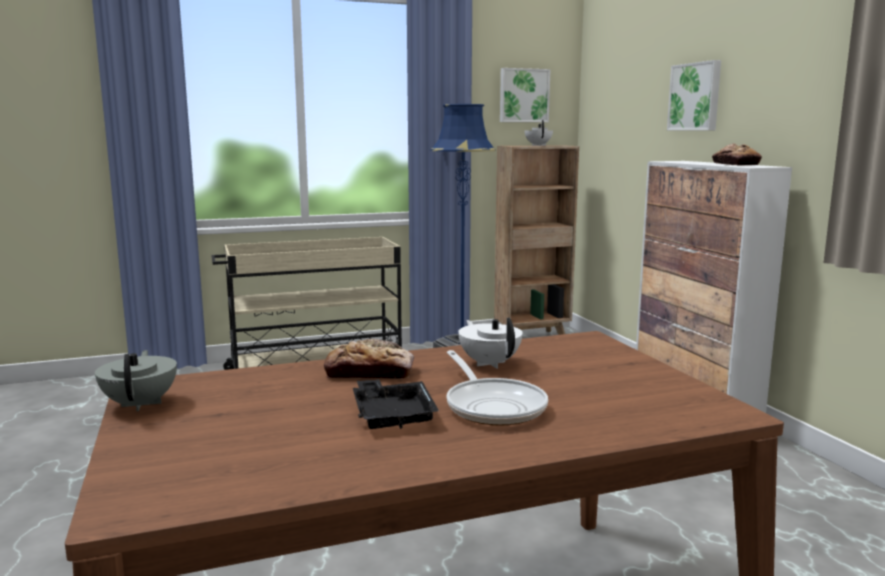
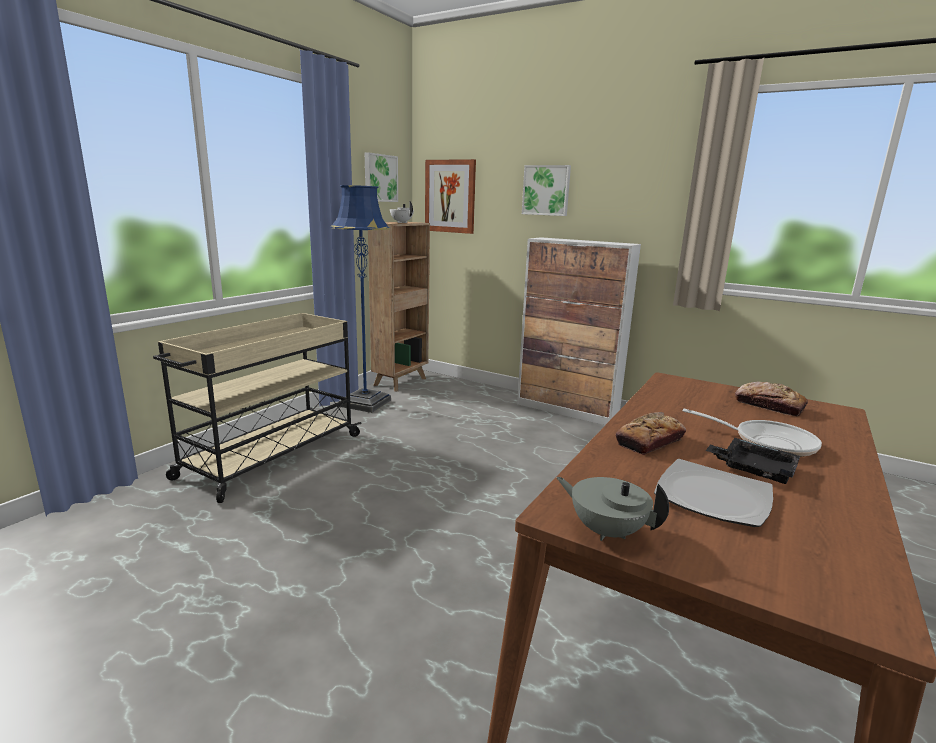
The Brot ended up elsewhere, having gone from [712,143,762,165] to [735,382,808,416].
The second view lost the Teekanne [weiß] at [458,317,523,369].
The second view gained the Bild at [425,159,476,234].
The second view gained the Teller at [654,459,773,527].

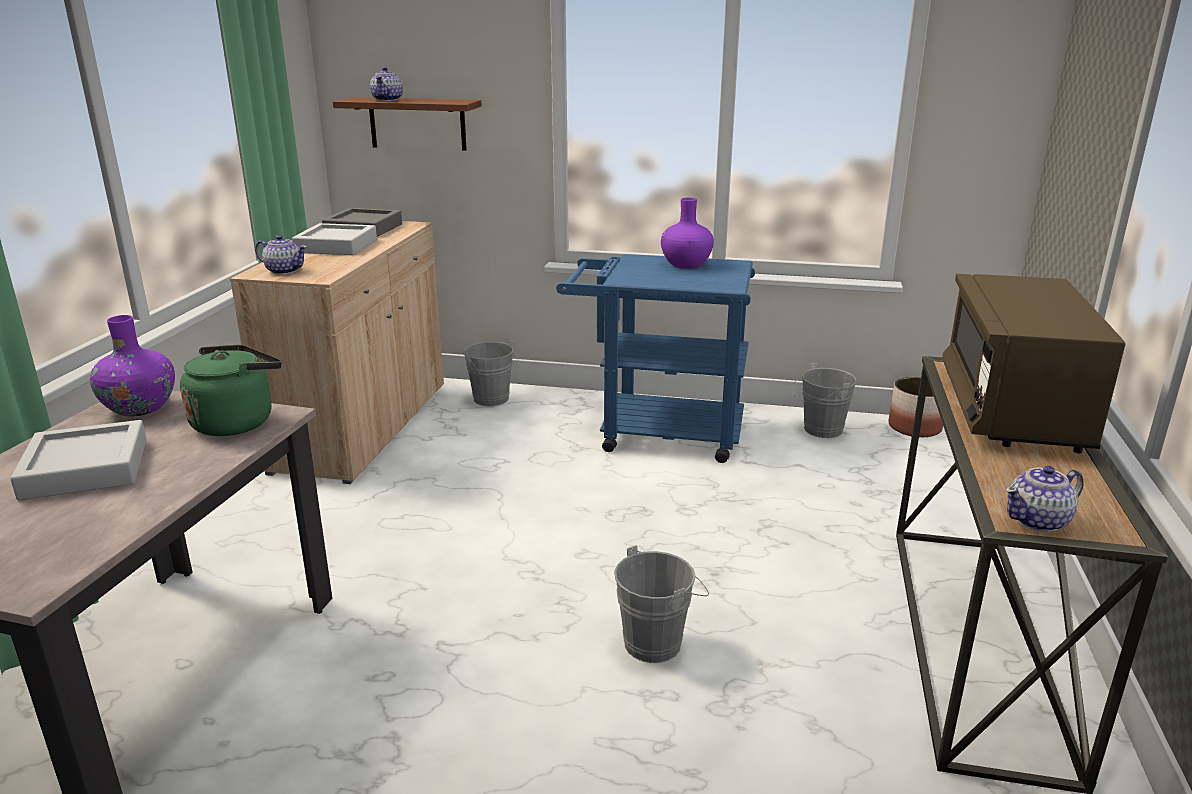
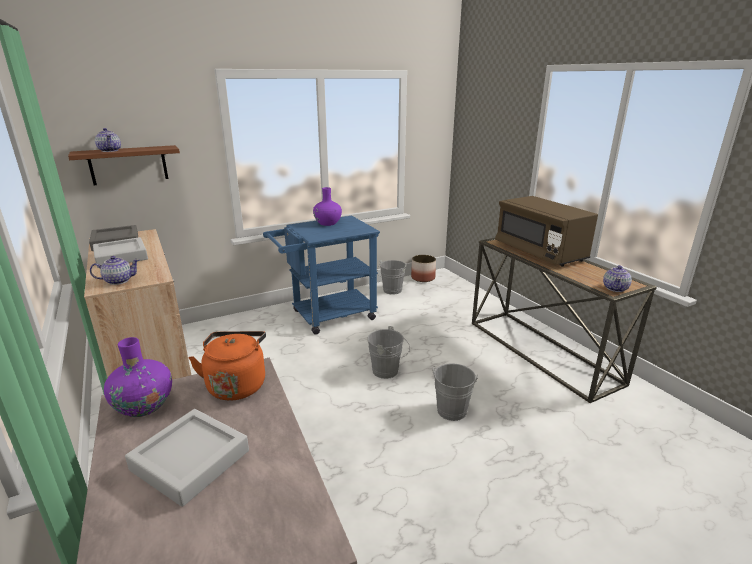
The Eimer [grau] ended up elsewhere, having gone from [463,340,519,406] to [367,326,410,379].
What was the Wasserkessel [grün] at [180,345,282,436] turned into the Wasserkessel [orange] at [189,331,266,400].

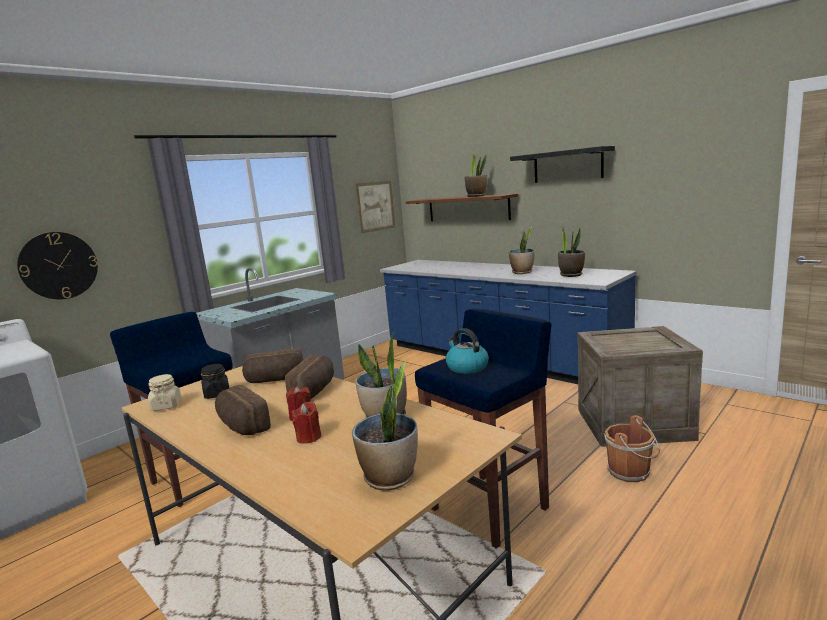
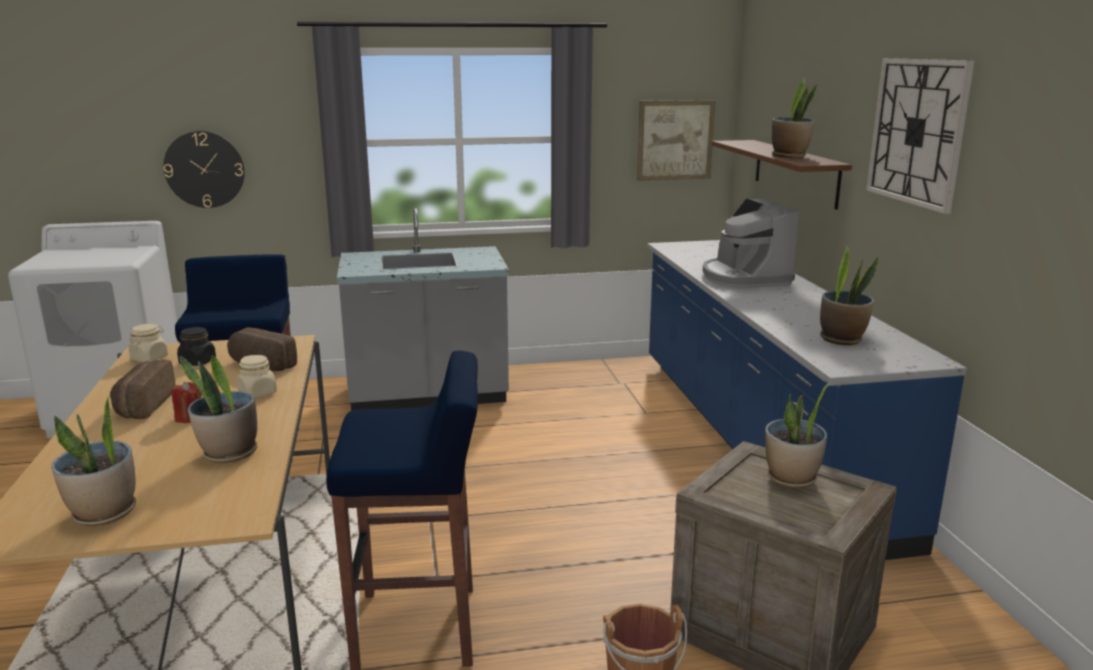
Where the Wandregal [schwarz] hung at [510,146,615,183], the Wanduhr came to hang at [866,58,975,214].
The Topfpflanze ended up elsewhere, having gone from [509,226,534,274] to [765,383,831,488].
The second view lost the Wasserkessel at [446,328,489,374].
Where the Brot stood at [285,355,334,399], the Vorratsglas [beige] came to stand at [237,355,277,398].
The second view lost the Kerze [rot] at [292,402,321,444].
The second view gained the Kaffeemaschine at [702,198,799,289].

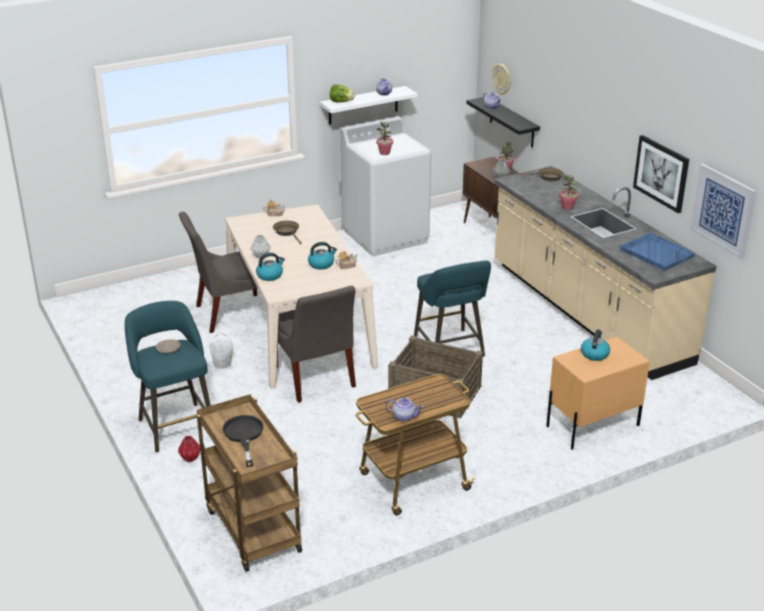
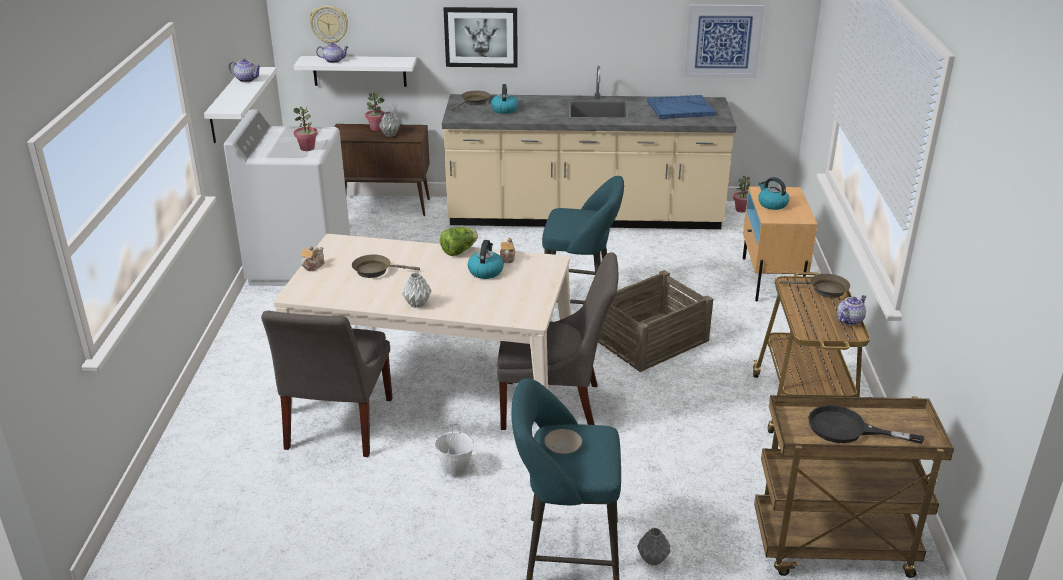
The Salatkopf ended up elsewhere, having gone from [330,84,355,102] to [440,227,478,256].
What was the Wandregal [schwarz] at [466,97,540,148] turned into the Wandregal [weiß] at [294,56,417,87].
The Bild ended up elsewhere, having gone from [633,135,689,213] to [443,7,518,68].
The Topfpflanze ended up elsewhere, having gone from [559,175,578,210] to [733,176,753,212].
The Wasserkessel ended up elsewhere, having gone from [256,253,285,281] to [491,84,518,114].
What was the Vase [rot] at [178,436,200,462] turned into the Vase [grau] at [637,528,671,566].
The second view gained the Pfanne [braun] at [779,274,850,298].

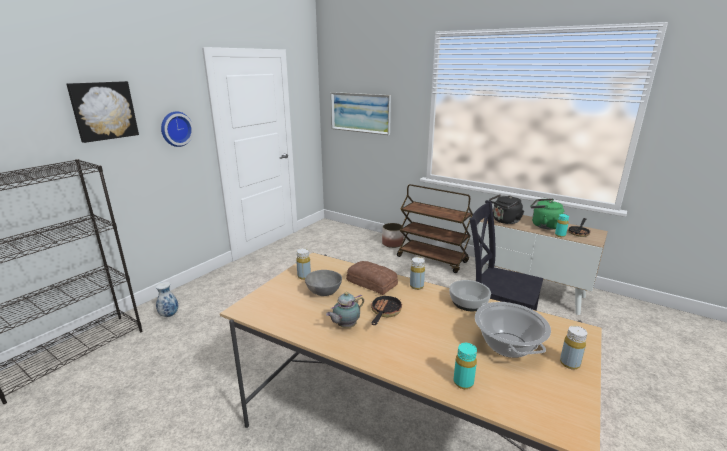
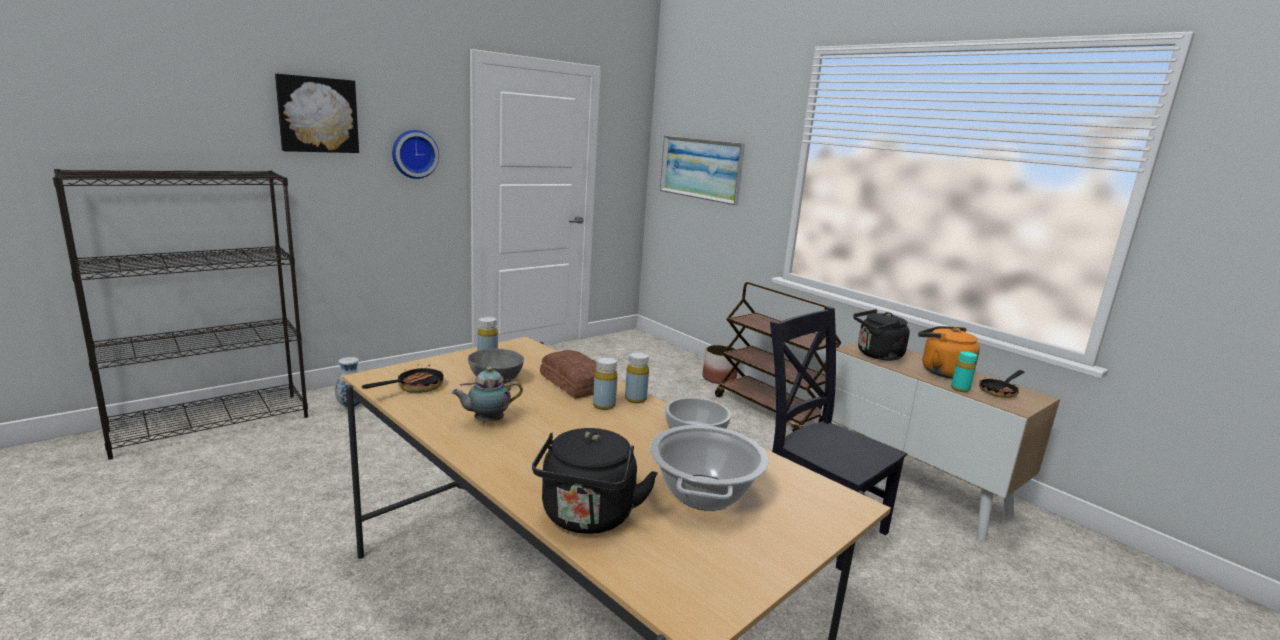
What was the Wasserkessel [grün] at [531,199,564,230] turned into the Wasserkessel [orange] at [918,326,980,379].
The Pfanne ended up elsewhere, having gone from [371,293,402,325] to [362,359,444,393].
The Flasche [gelb] ended up elsewhere, having gone from [560,326,587,370] to [593,357,618,410].
Where the Flasche [türkis] stood at [454,343,477,389], the Wasserkessel [schwarz] came to stand at [532,428,658,534].

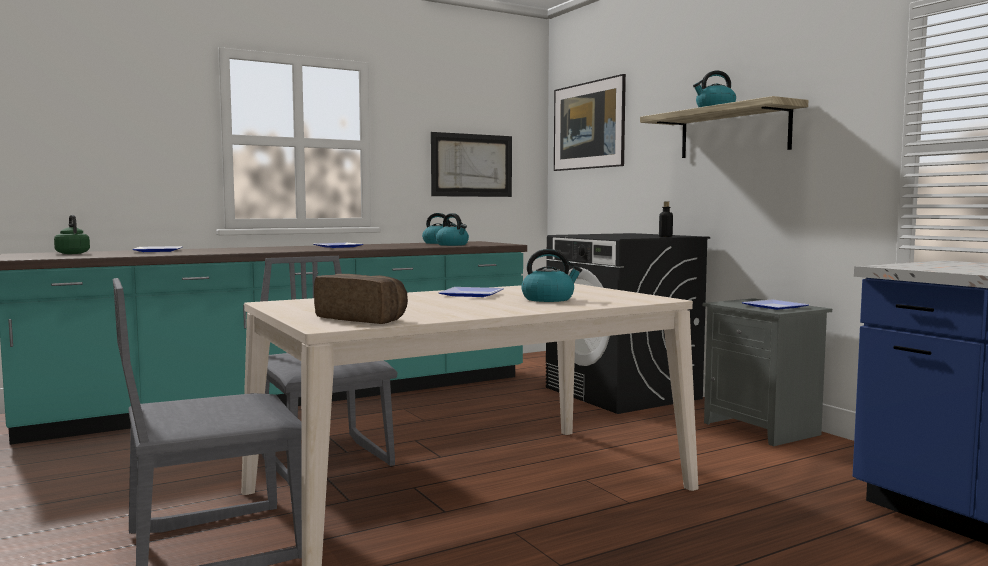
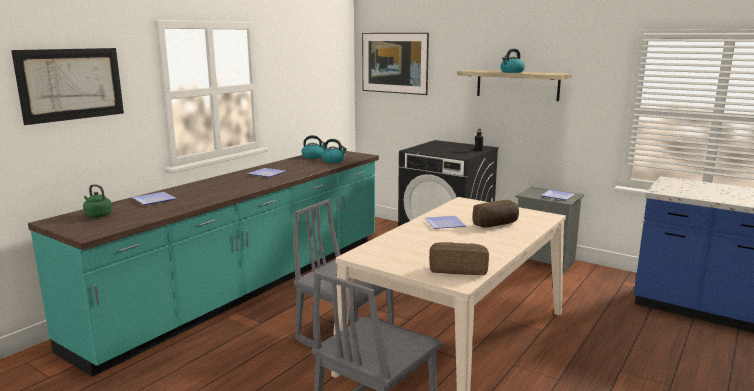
The Bild ended up elsewhere, having gone from [431,132,512,197] to [11,48,124,125].
Where the Wasserkessel stood at [521,249,582,302], the Brot came to stand at [473,200,519,228].

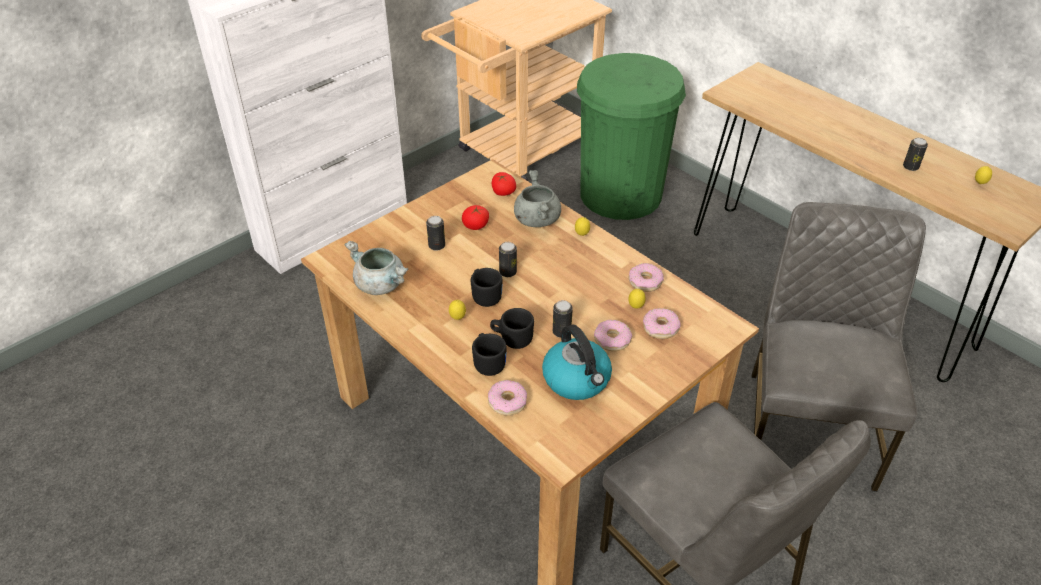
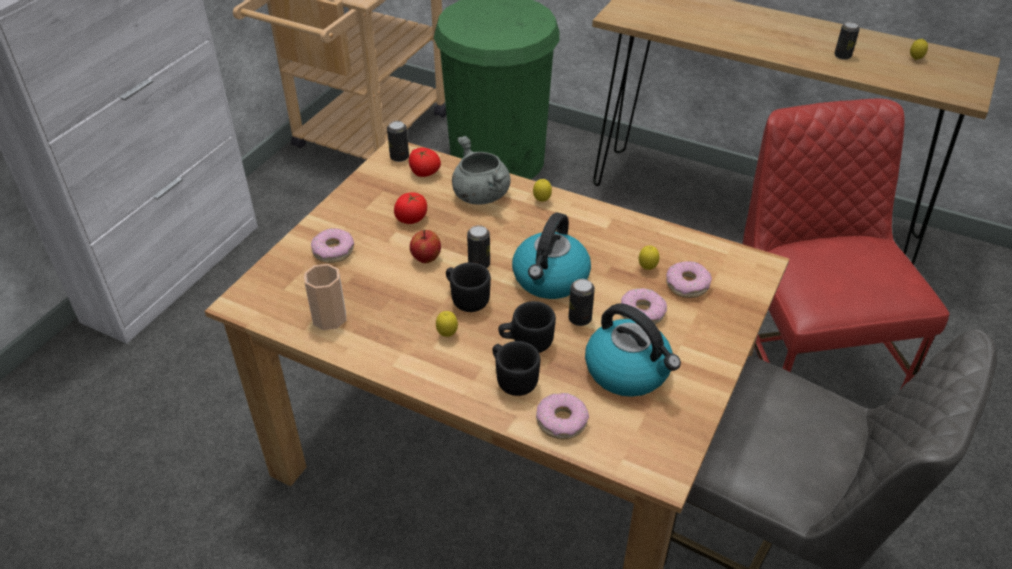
What was the Stuhl [grau] at [752,202,926,492] turned into the Stuhl [rot] at [743,99,950,390].
The Dose ended up elsewhere, having gone from [426,216,445,251] to [387,121,409,162].
Where the Kochtopf [grau] stood at [345,241,408,295], the Tasse came to stand at [304,264,346,330].
The Donut ended up elsewhere, having gone from [629,263,664,292] to [311,228,354,263].
The second view gained the Wasserkessel at [512,213,591,299].
The second view gained the Apfel at [410,230,441,263].

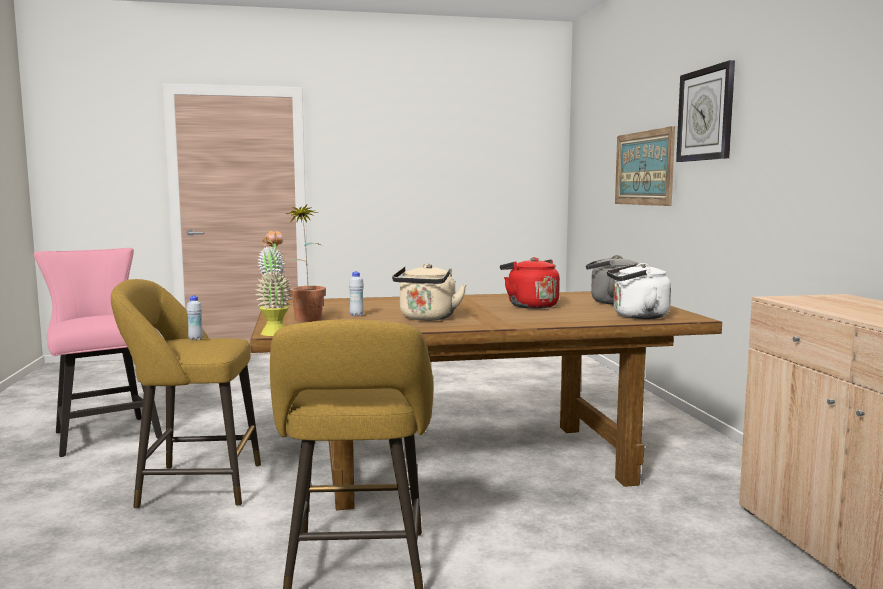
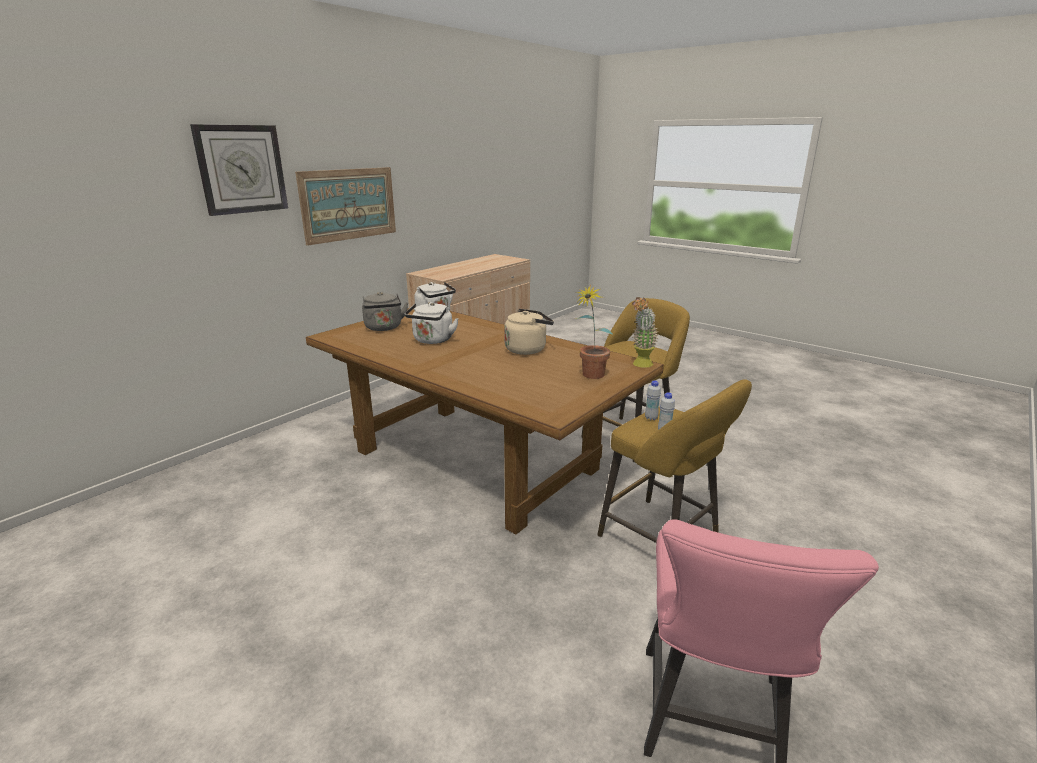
The Bild ended up elsewhere, having gone from [615,126,675,206] to [295,167,396,246].
What was the Wasserkessel [rot] at [500,257,560,309] turned into the Wasserkessel [weiß] at [405,302,459,344].
The Flasche [weiß] ended up elsewhere, having gone from [349,272,364,316] to [645,380,661,420].

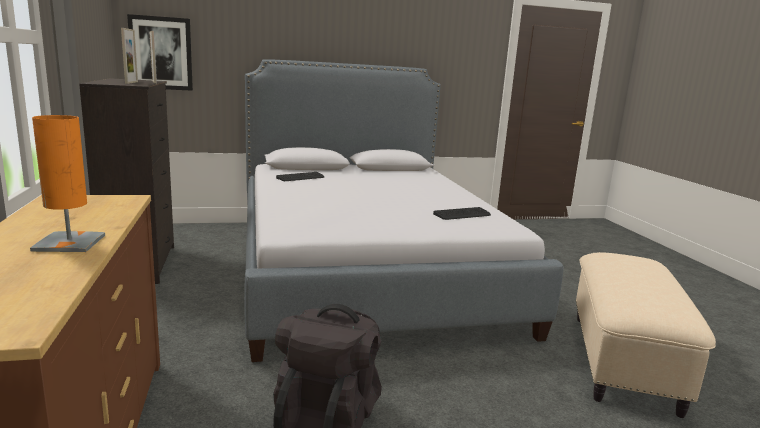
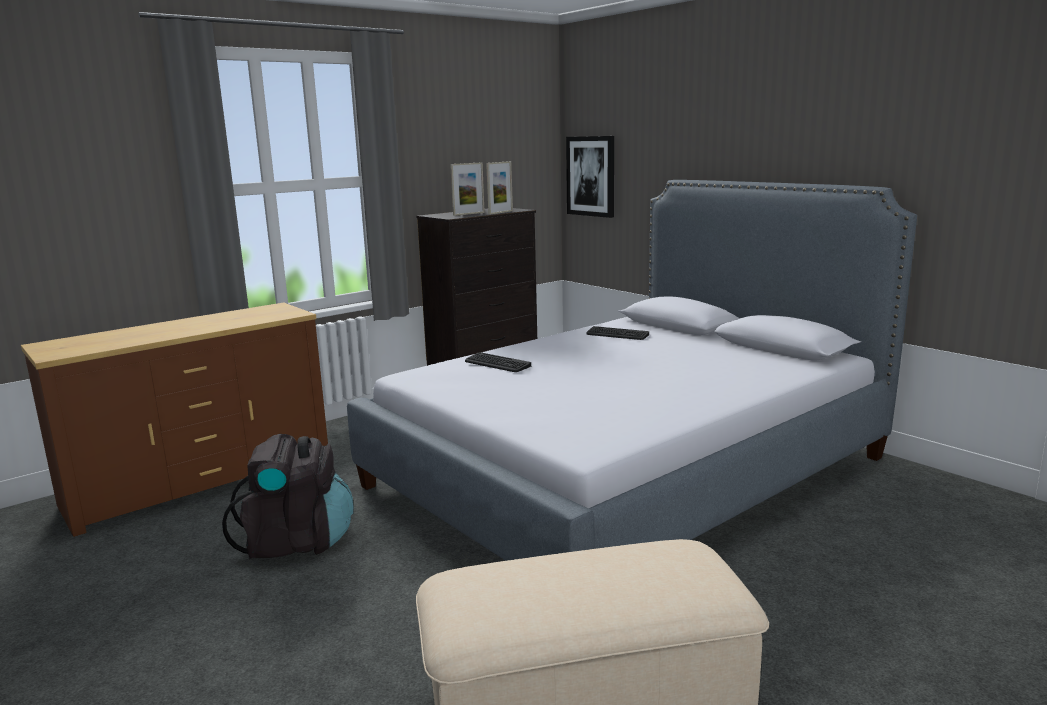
The second view lost the Tischlampe [orange] at [30,115,105,252].
The Tastatur ended up elsewhere, having gone from [433,207,491,220] to [465,352,531,372].

